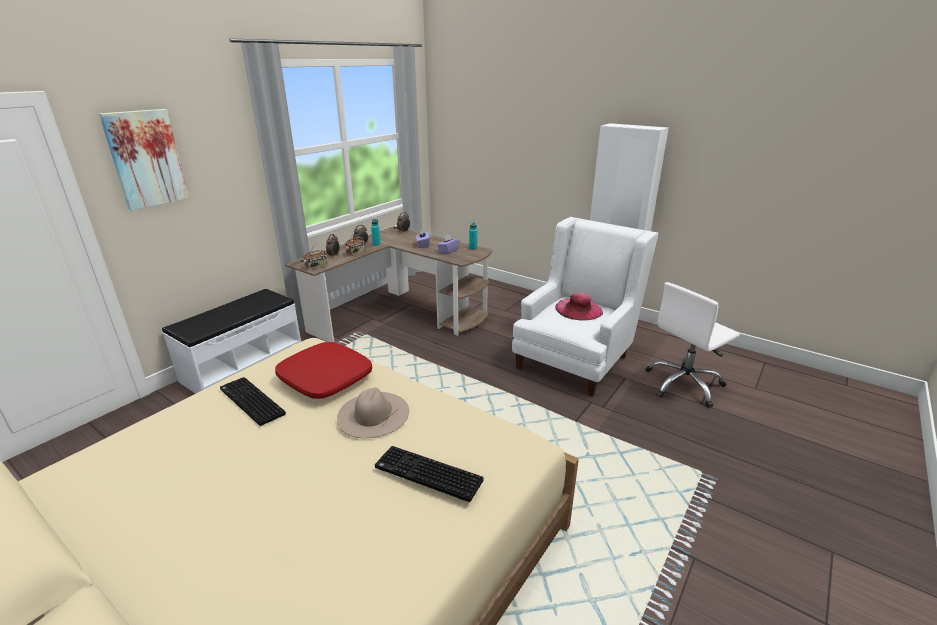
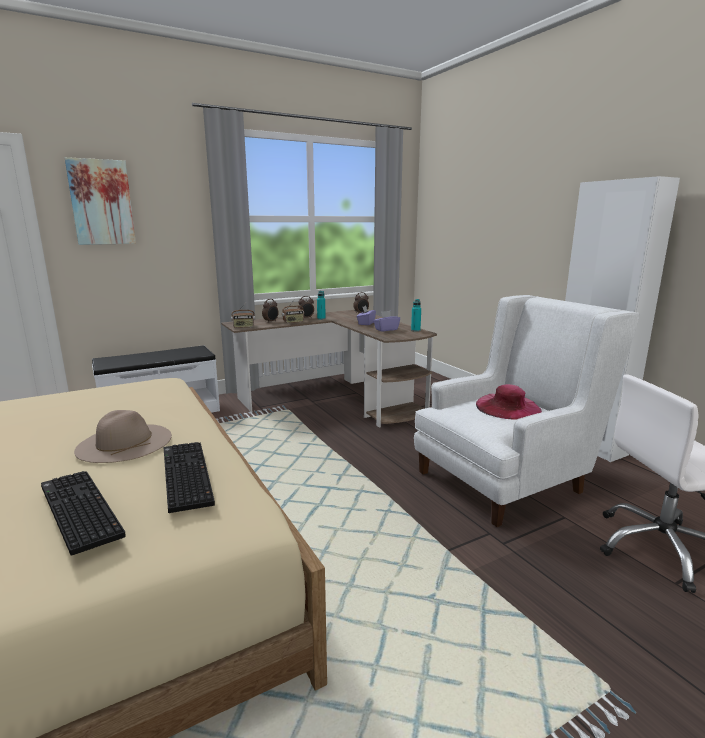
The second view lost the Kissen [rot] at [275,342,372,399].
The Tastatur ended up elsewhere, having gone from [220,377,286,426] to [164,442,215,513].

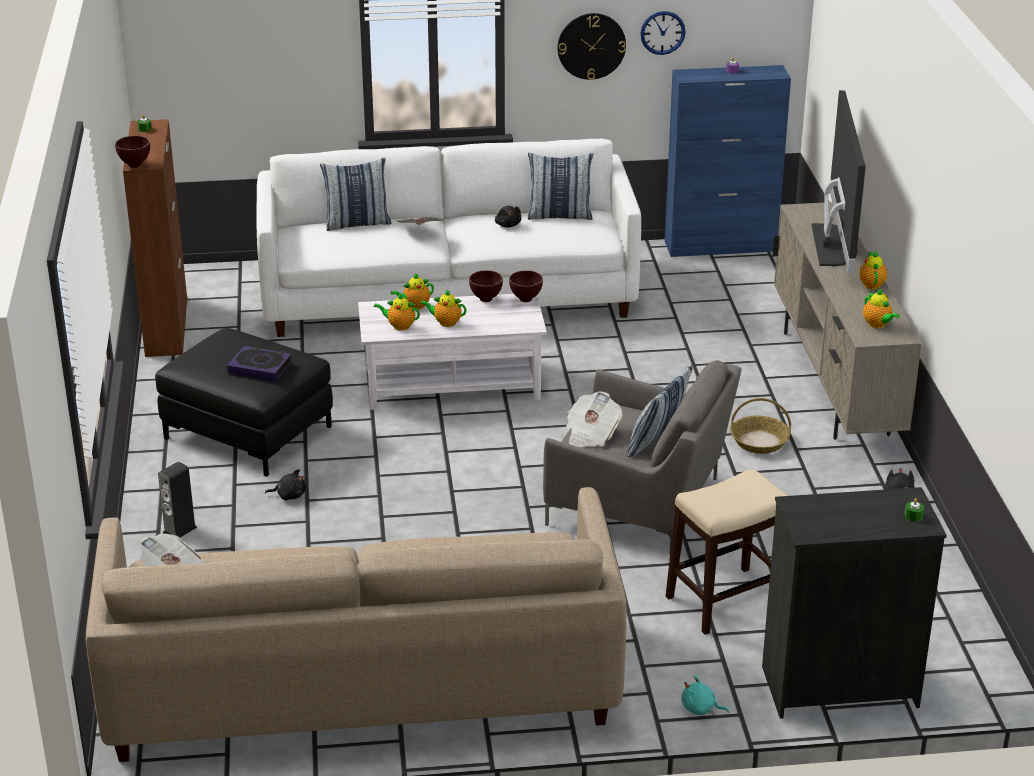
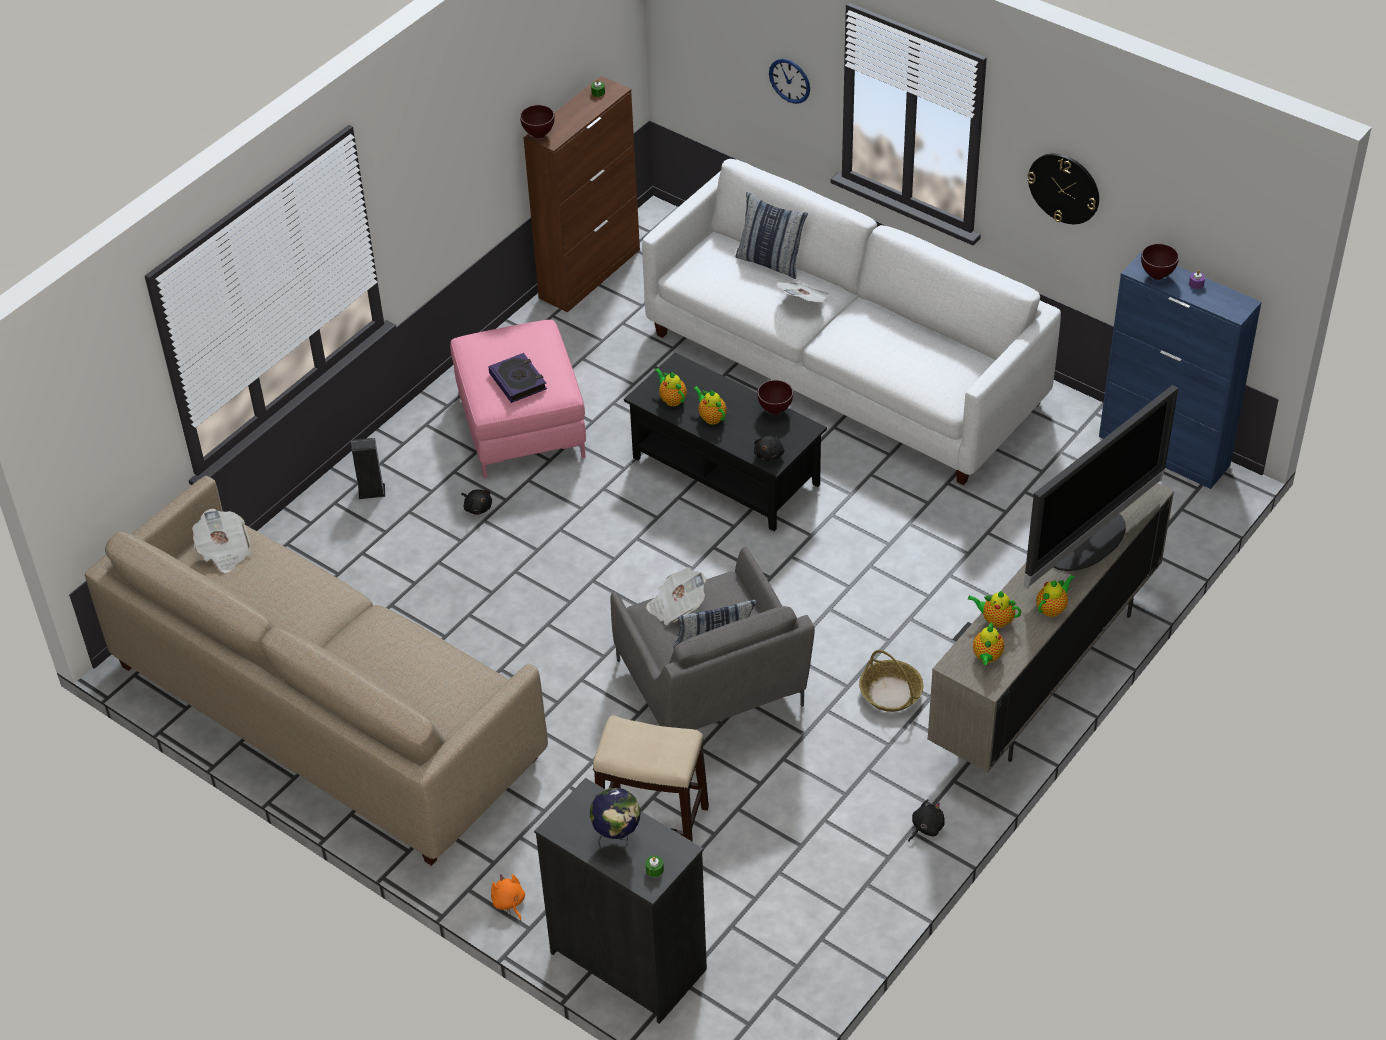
The Wanduhr ended up elsewhere, having gone from [640,11,686,55] to [769,59,810,104].
The second view lost the Kissen at [528,153,593,220].
The Plüschtier [schwarz] ended up elsewhere, having gone from [495,206,521,228] to [754,435,784,461].
The Schüssel [braun] ended up elsewhere, having gone from [509,270,543,302] to [1141,243,1179,280].
The Teekanne ended up elsewhere, having gone from [390,273,434,310] to [967,591,1021,628].
What was the Couchtisch [weiß] at [358,294,547,410] turned into the Couchtisch [schwarz] at [624,352,827,531].
What was the Polsterhocker [schwarz] at [155,328,333,477] turned into the Polsterhocker [rosa] at [450,320,586,478].
What was the Plüschtier [türkis] at [682,676,729,715] turned into the Plüschtier [orange] at [491,874,525,921].
The second view gained the Globus at [589,788,641,853].

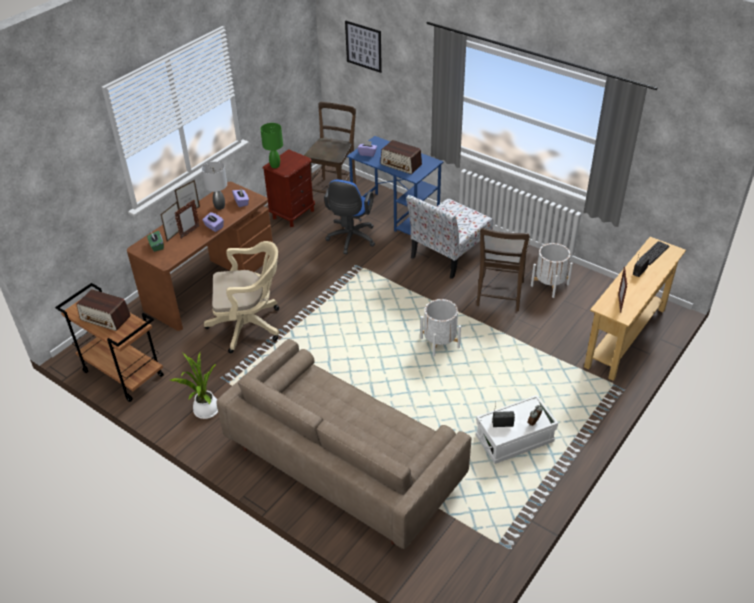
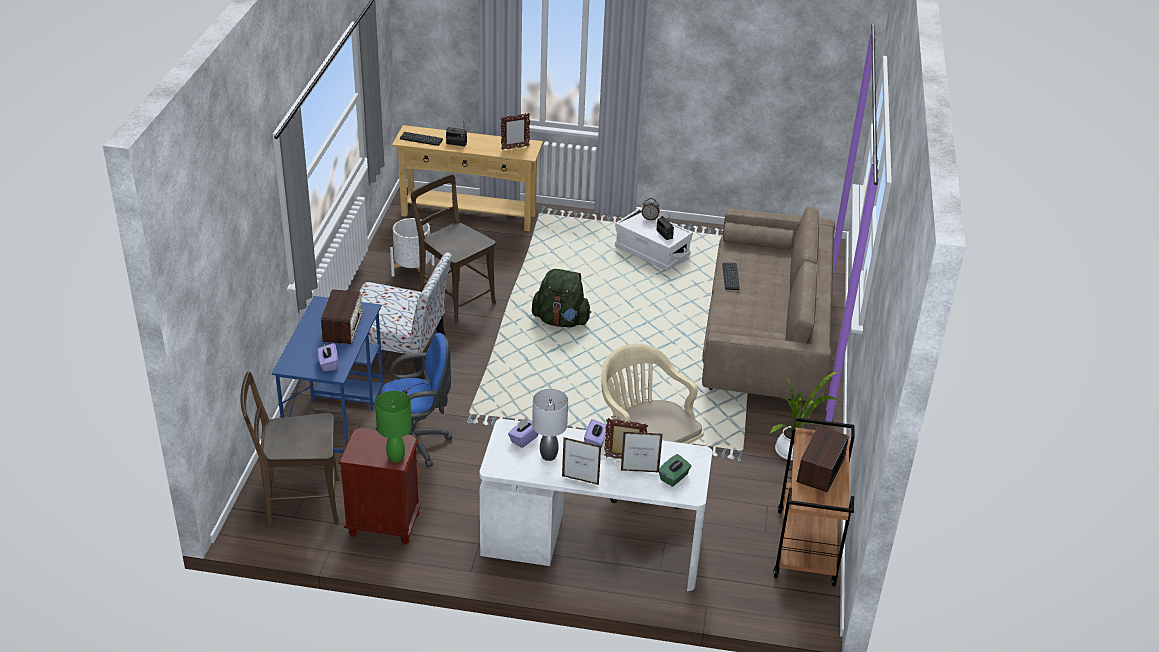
The second view lost the Bild at [345,21,382,73].
What was the Schreibtisch [braun] at [127,182,273,331] turned into the Schreibtisch [weiß] at [479,419,713,591].
The Stuhl [braun] at [477,228,530,312] ended up facing another way, 120 degrees counterclockwise from before.
The Radio at [76,289,131,331] ended up facing another way, 150 degrees counterclockwise from before.
Where the Pflanzkübel [weiß] stood at [420,299,461,356], the Rucksack [grün] came to stand at [532,269,591,327].
The second view gained the Tastatur at [722,263,740,290].

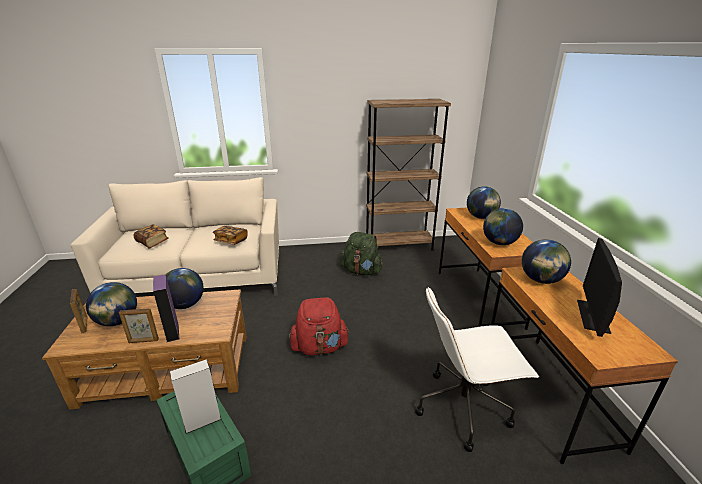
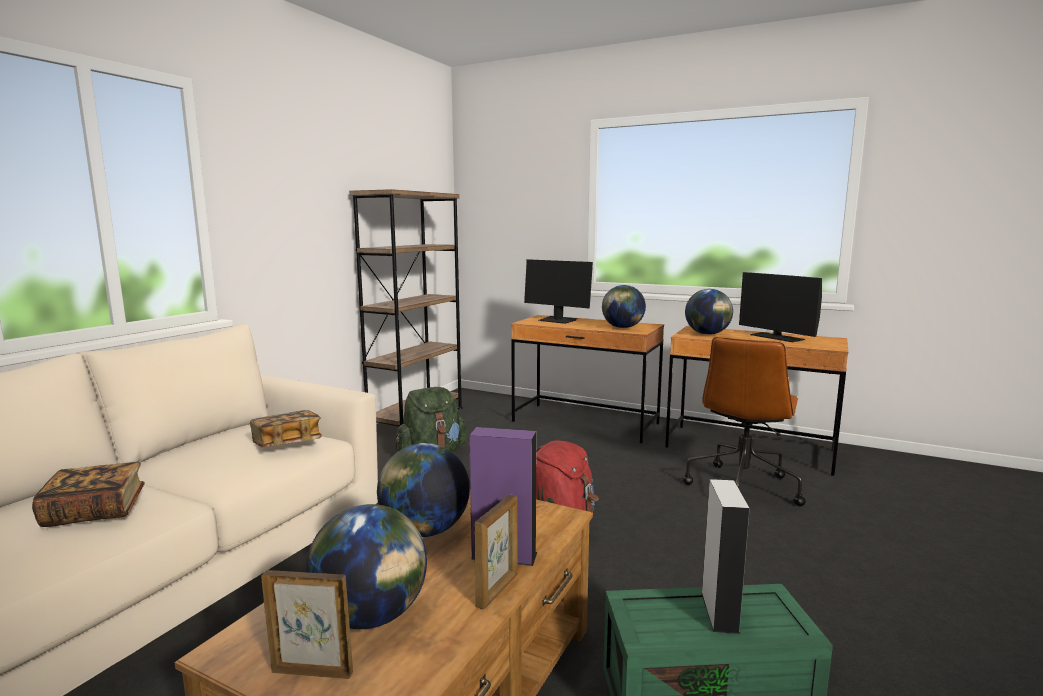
Where the Globus stood at [467,186,501,219], the Monitor came to stand at [524,259,593,324].
What was the Bürostuhl [weiß] at [415,287,539,452] turned into the Bürostuhl [braun] at [682,337,806,506].

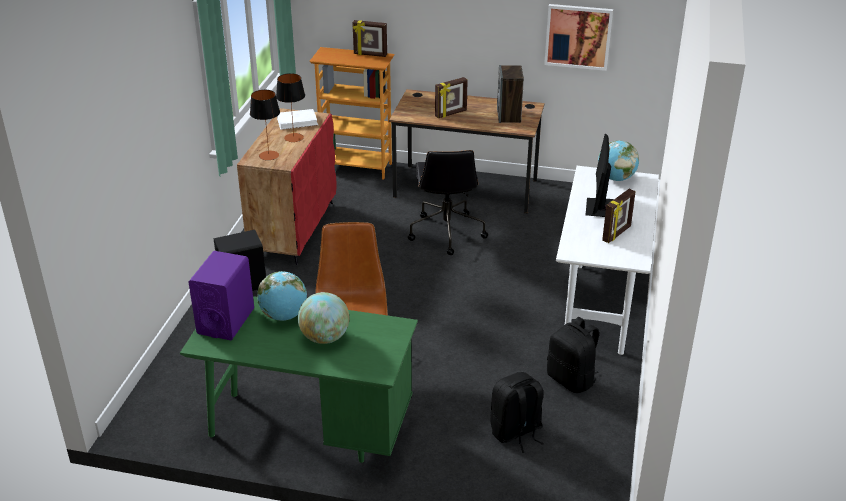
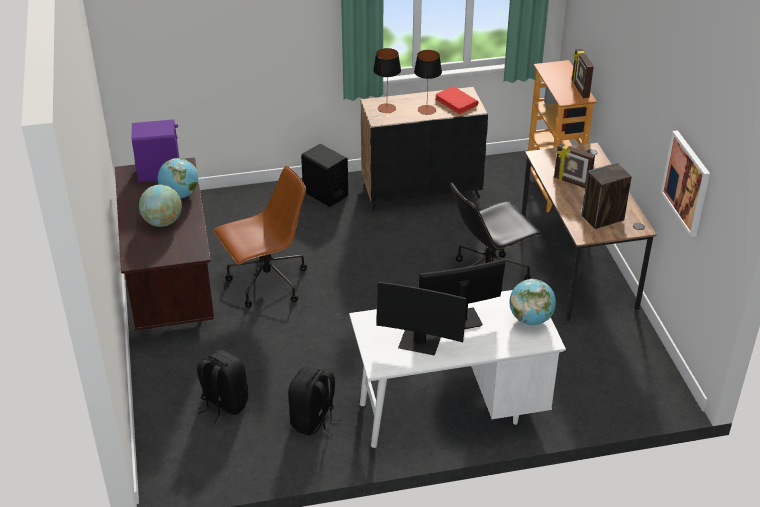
What was the Schrank [rot] at [237,108,337,265] turned into the Schrank [schwarz] at [361,87,488,211].
What was the Buch [weiß] at [277,109,318,130] turned into the Buch [rot] at [435,86,478,114].
Where the Bilderrahmen stood at [602,189,636,243], the Monitor came to stand at [376,282,467,356].
What was the Schreibtisch [grün] at [180,296,418,463] turned into the Schreibtisch [braun] at [115,157,214,330].

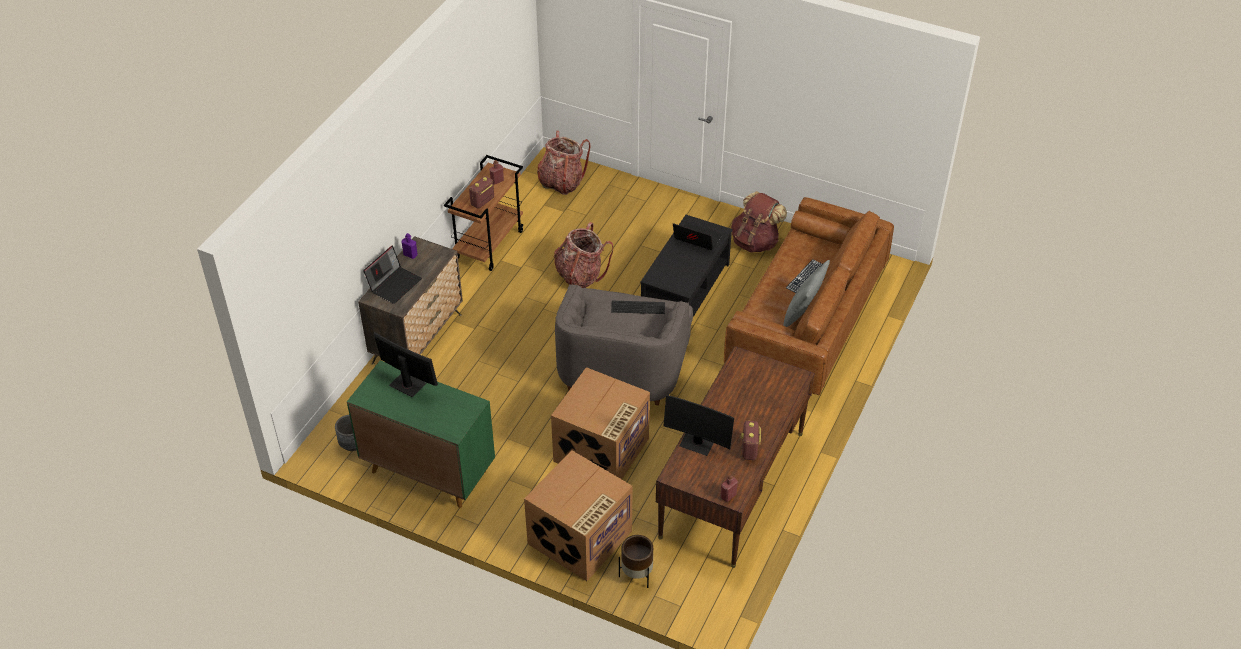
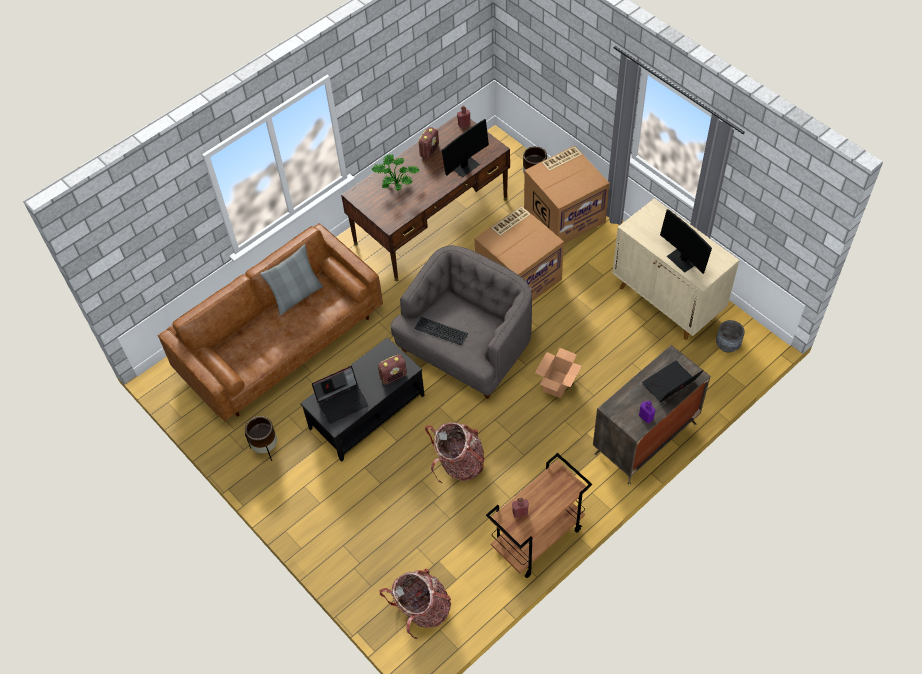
The Radio ended up elsewhere, having gone from [469,176,494,209] to [378,354,407,384].
Where the Rucksack [braun] stood at [731,191,787,253], the Pflanzkübel [braun] came to stand at [245,416,277,461].
The Laptop at [673,223,722,250] ended up facing another way, 75 degrees counterclockwise from before.
The second view lost the Tastatur at [786,259,823,293].
What was the Schrank [grün] at [347,360,495,508] turned into the Schrank [beige] at [612,198,740,340].
The Monitor at [663,395,734,456] ended up facing another way, 90 degrees clockwise from before.
The second view gained the Topfpflanze at [371,154,419,191].
The second view gained the Karton at [535,348,582,398].

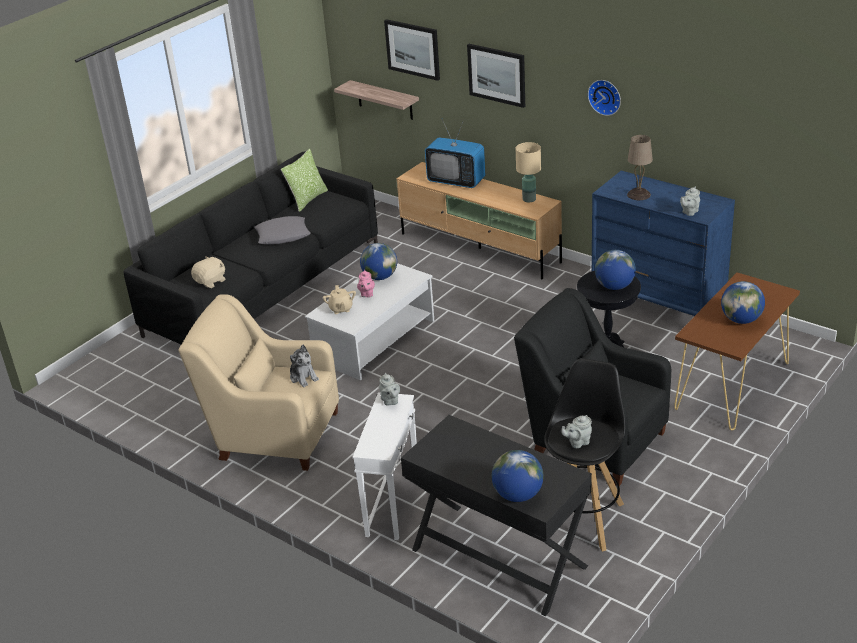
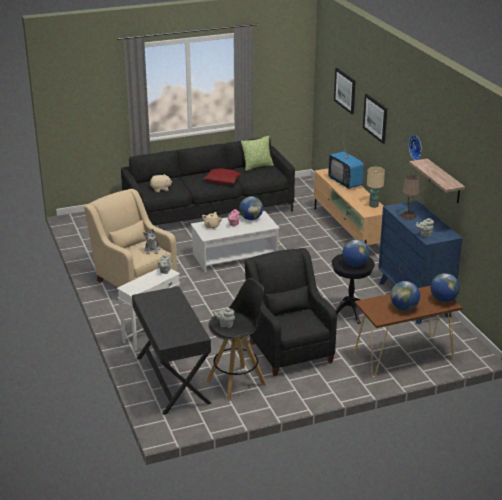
The Wandregal ended up elsewhere, having gone from [334,80,419,120] to [409,158,465,203].
What was the Kissen [grau] at [254,216,311,245] turned into the Kissen [rot] at [203,169,241,184].
The Globus ended up elsewhere, having gone from [492,450,543,502] to [431,273,460,302].

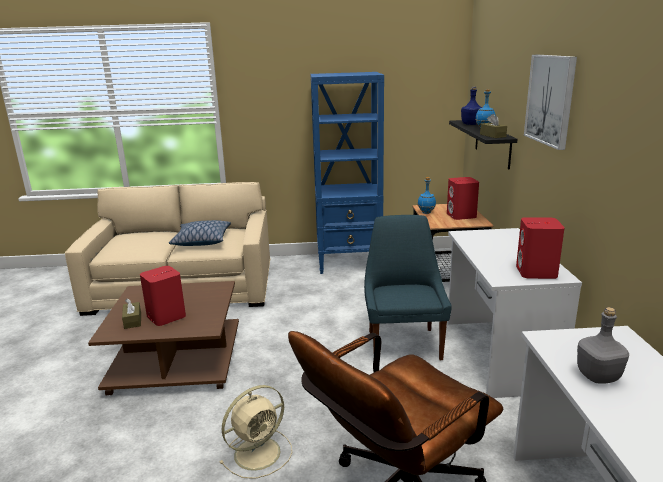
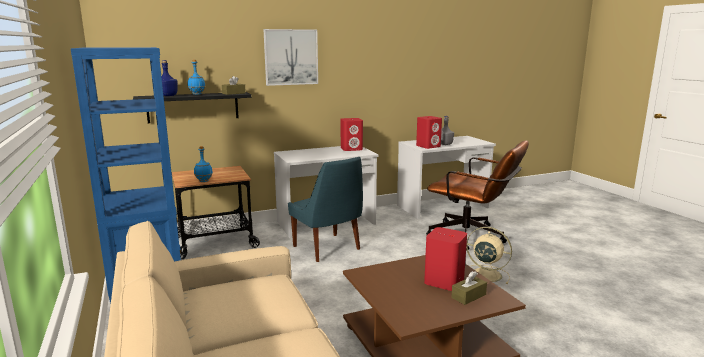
The Lautsprecher [rot] ended up elsewhere, having gone from [447,177,479,220] to [416,116,442,149].
The Stuhl [blau] at [364,215,452,360] ended up facing another way, 105 degrees counterclockwise from before.
The second view lost the Kissen at [169,220,231,246].

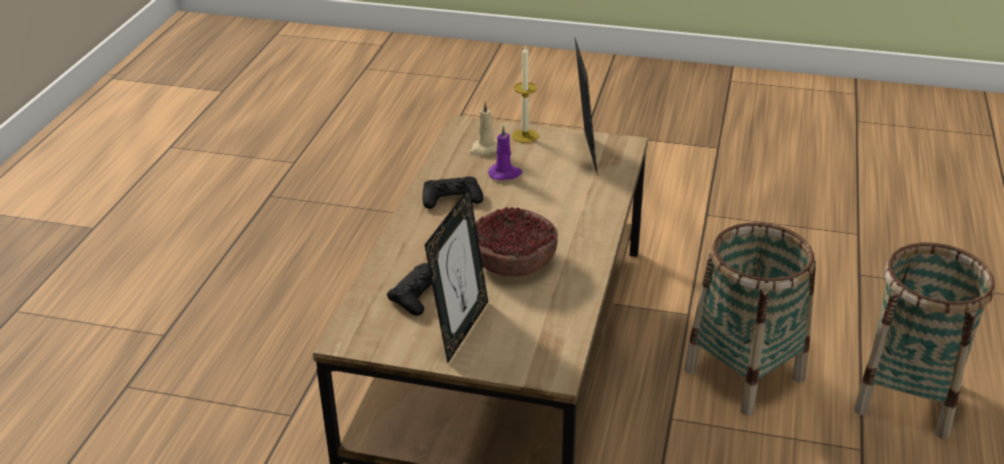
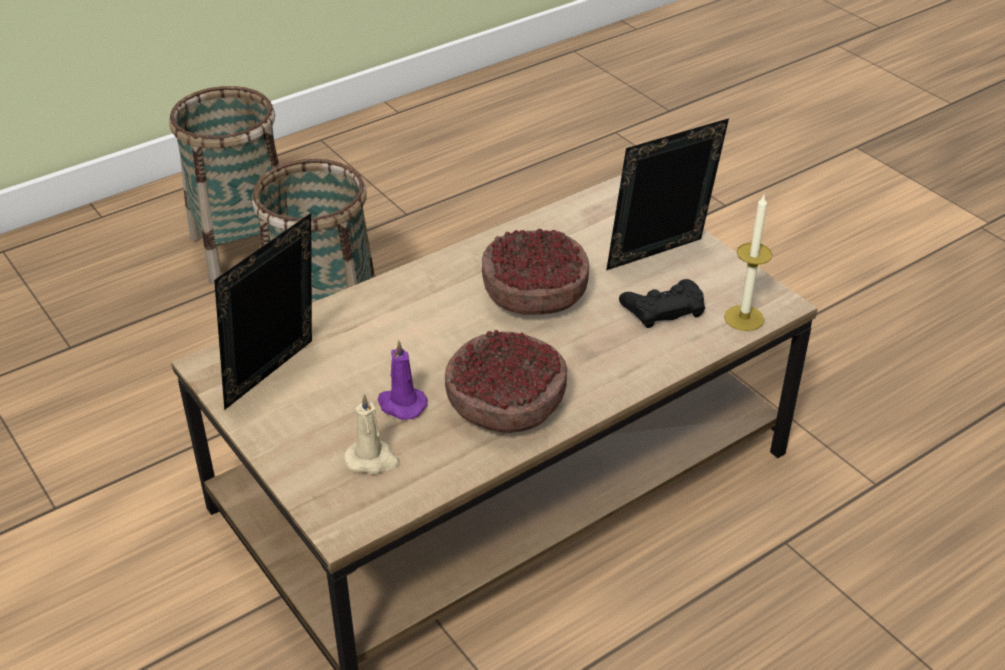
The Kerze ended up elsewhere, having gone from [512,45,538,143] to [724,195,772,331].
Where the Gamepad [schwarz] stood at [422,176,483,209], the Schüssel came to stand at [445,330,567,433].

